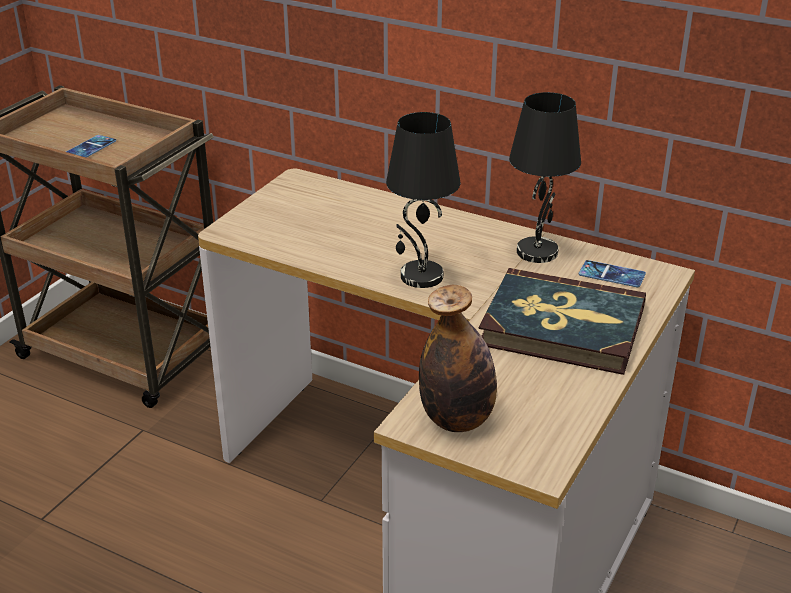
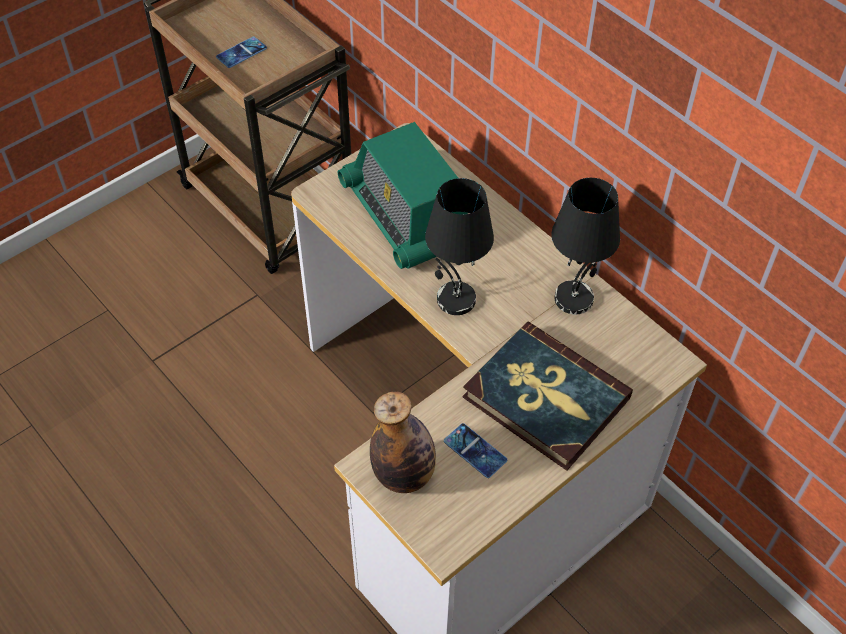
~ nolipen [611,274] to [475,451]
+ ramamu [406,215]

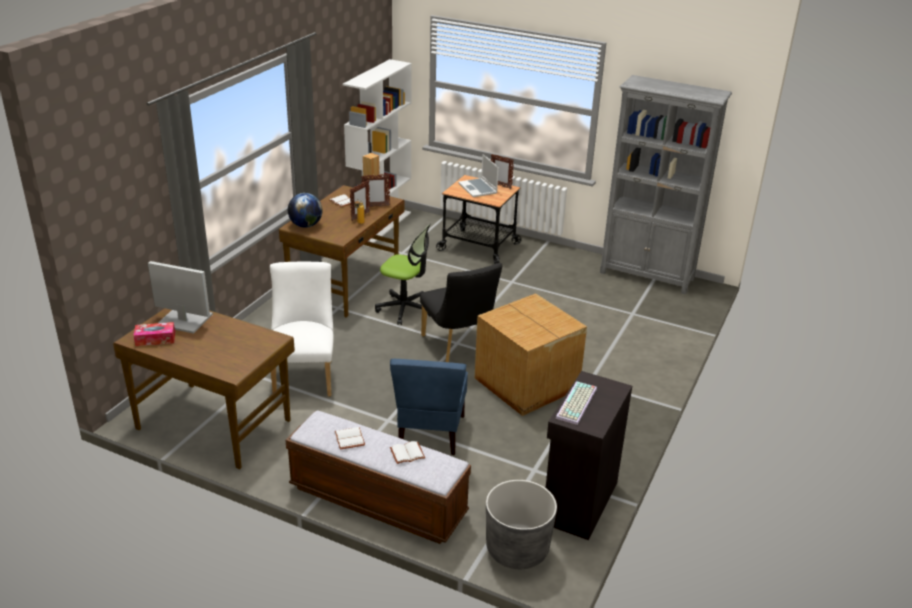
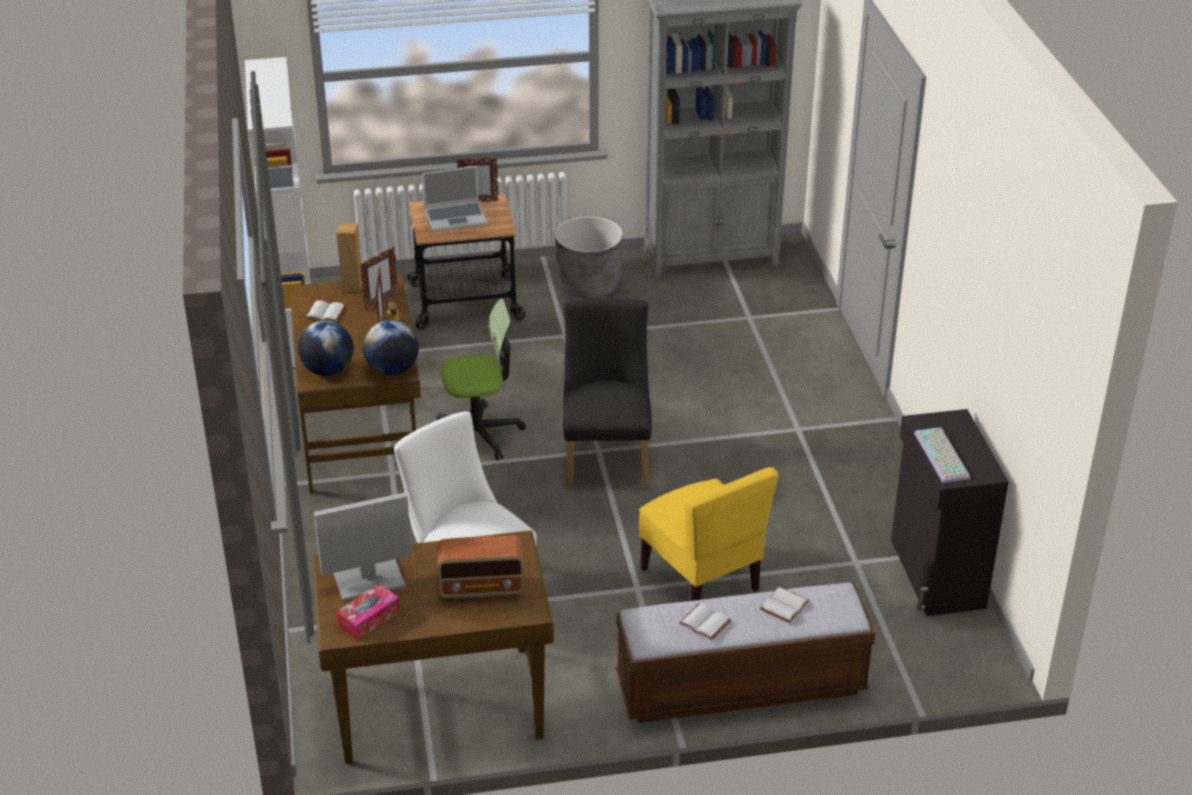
~ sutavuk [478,189] = [456,217] 45 degrees counterclockwise
~ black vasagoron [458,347] = [606,455] 120 degrees counterclockwise
- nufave [526,384]
~ blue vasagoron [430,433] to yellow vasagoron [702,579]
~ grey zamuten [517,549] to [589,285]
+ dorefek [392,370]
+ ramamu [482,587]

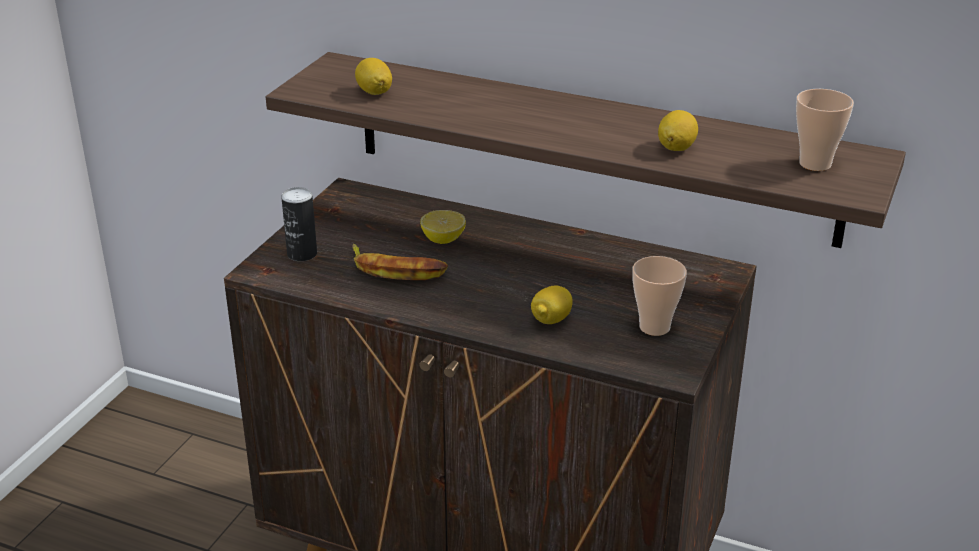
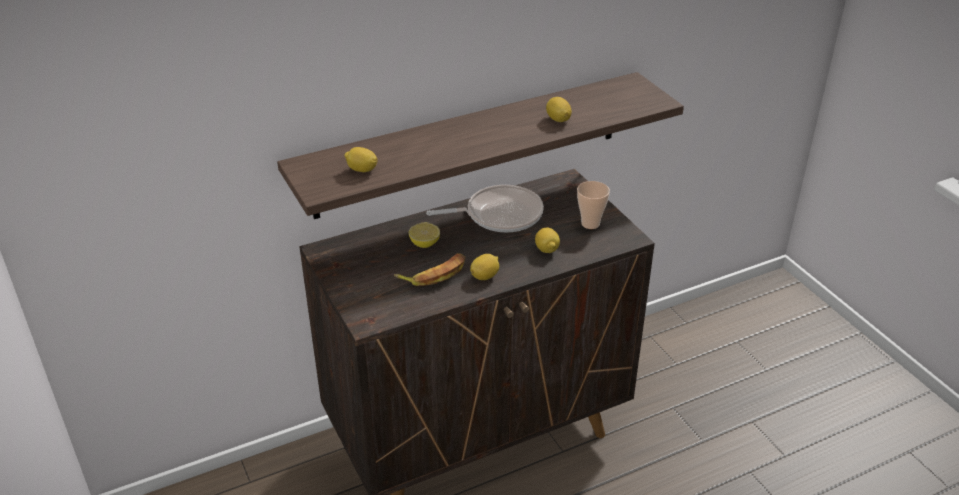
- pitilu [815,164]
- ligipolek [302,254]
+ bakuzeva [499,215]
+ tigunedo [485,276]

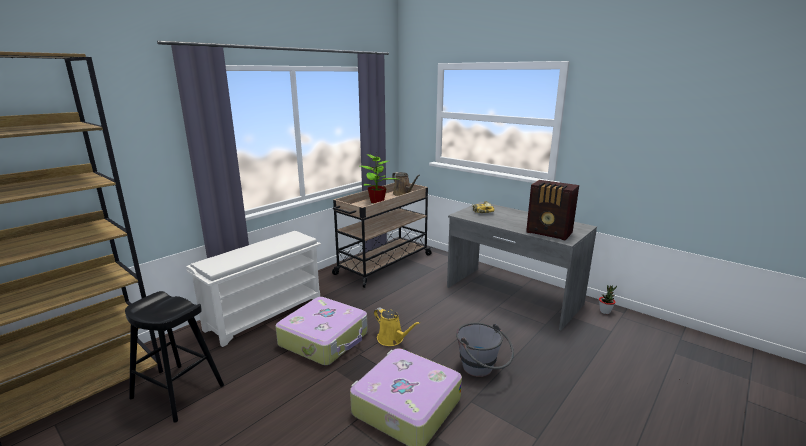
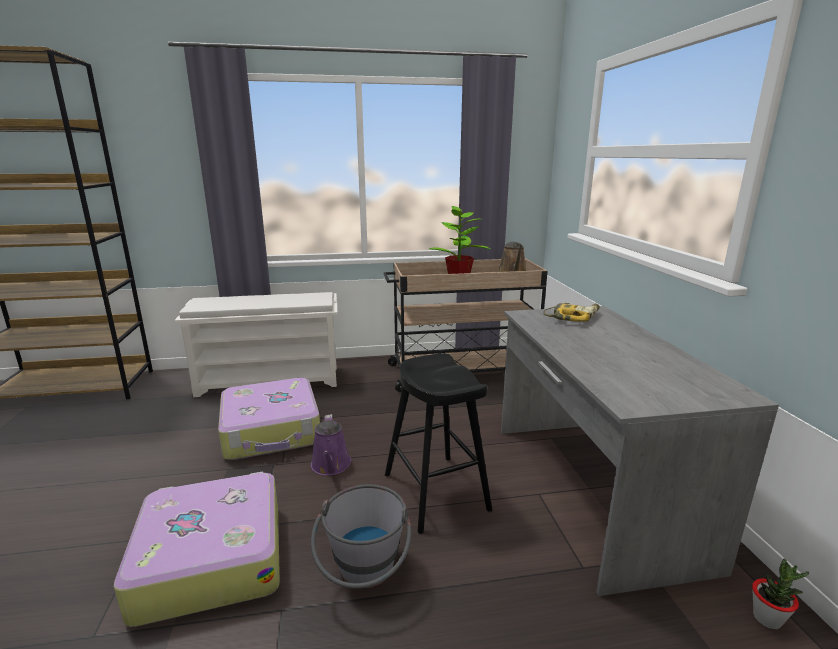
- ramamu [549,233]
~ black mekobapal [178,392] to [435,492]
~ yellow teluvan [392,339] to purple teluvan [331,466]

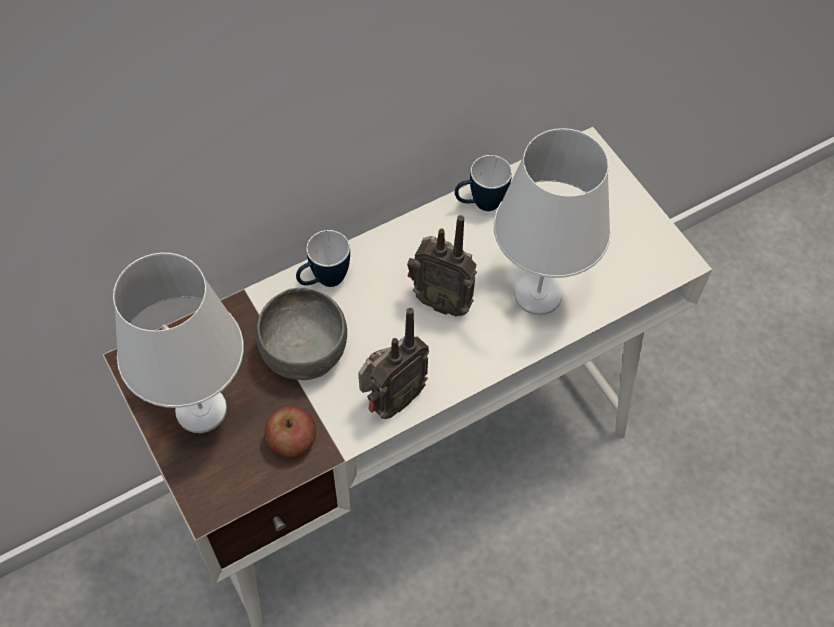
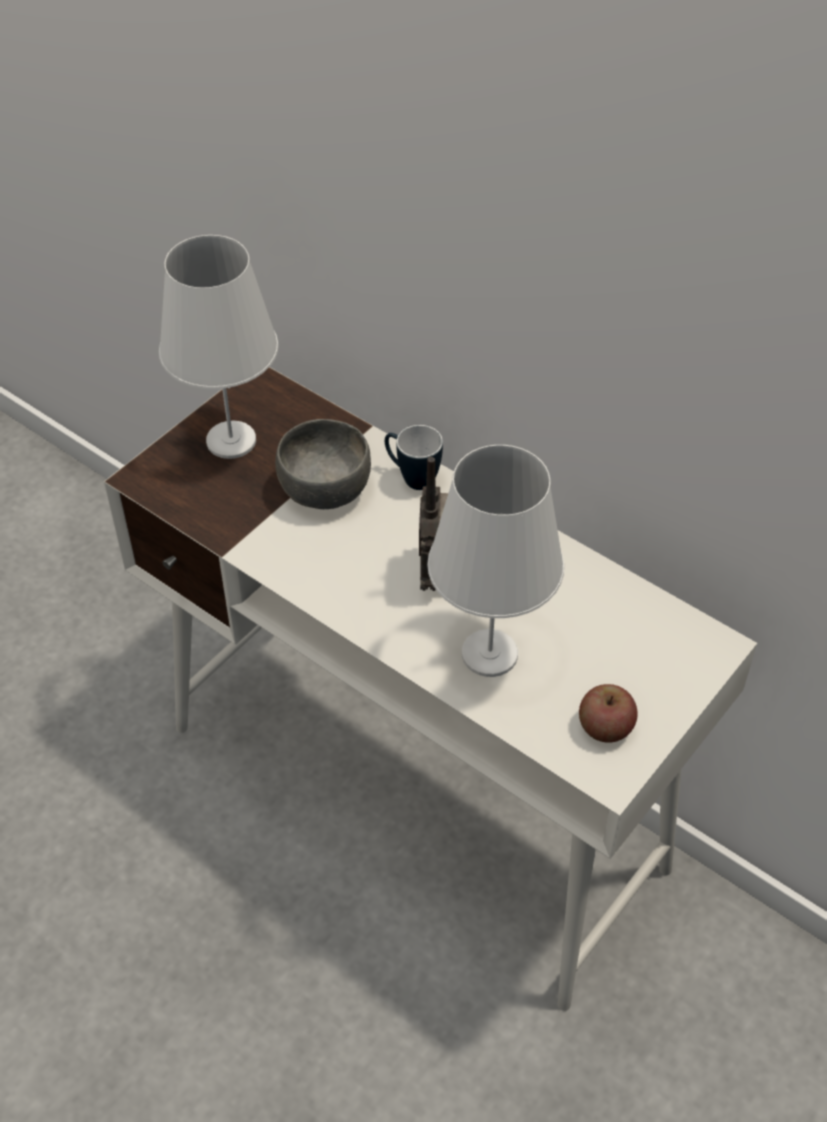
- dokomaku [480,204]
- ramamu [391,401]
~ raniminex [292,440] to [605,727]

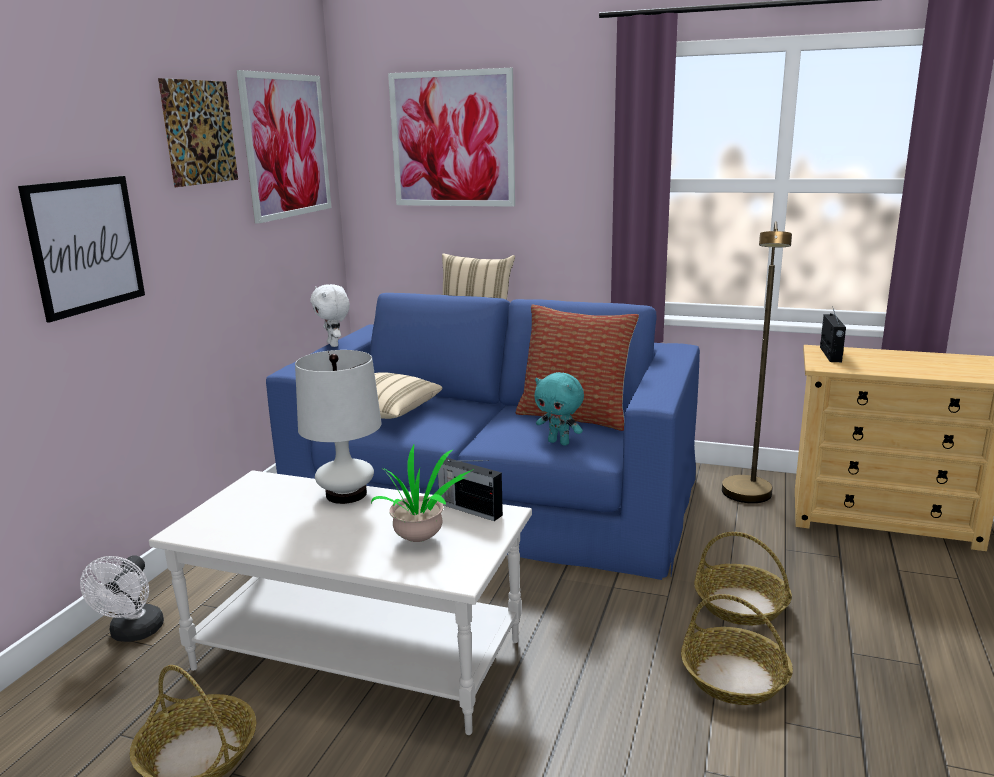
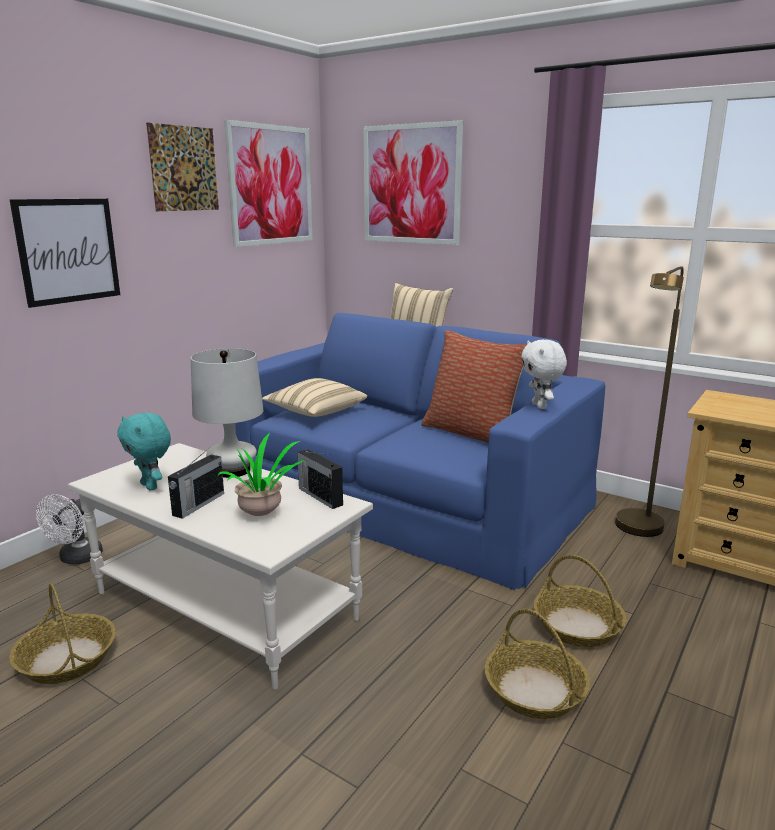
~ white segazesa [334,344] to [540,406]
~ ramamu [830,355] to [198,504]
~ turquoise segazesa [559,442] to [151,486]

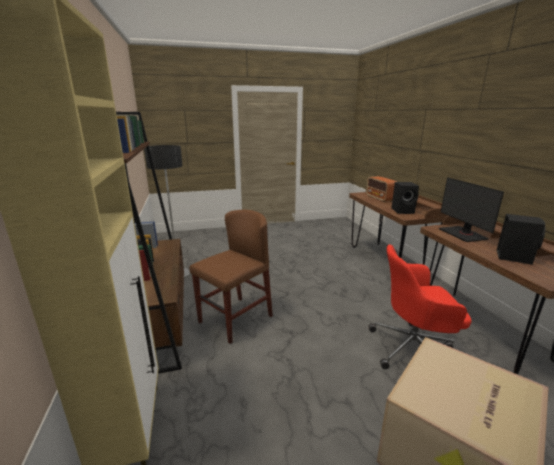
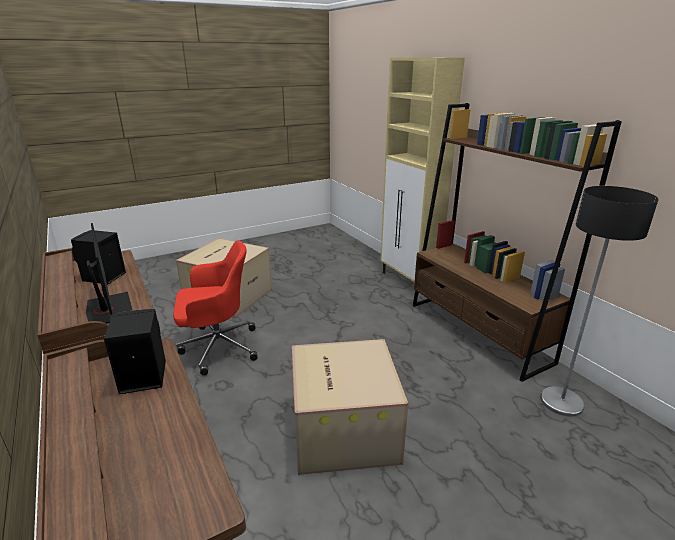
- ramamu [380,198]
- brown vasagoron [235,319]
+ nufave [342,428]

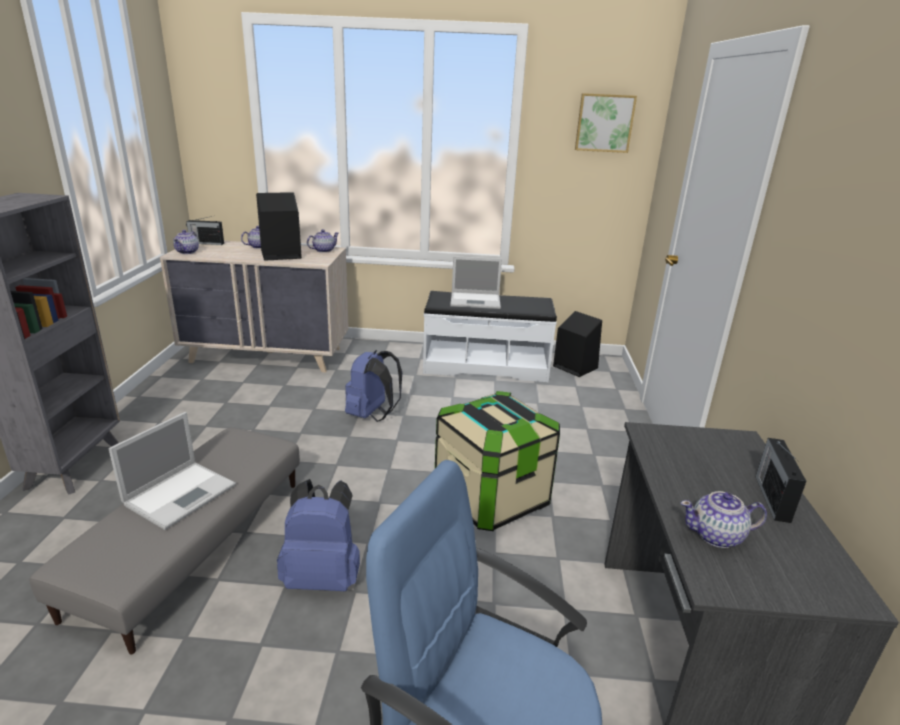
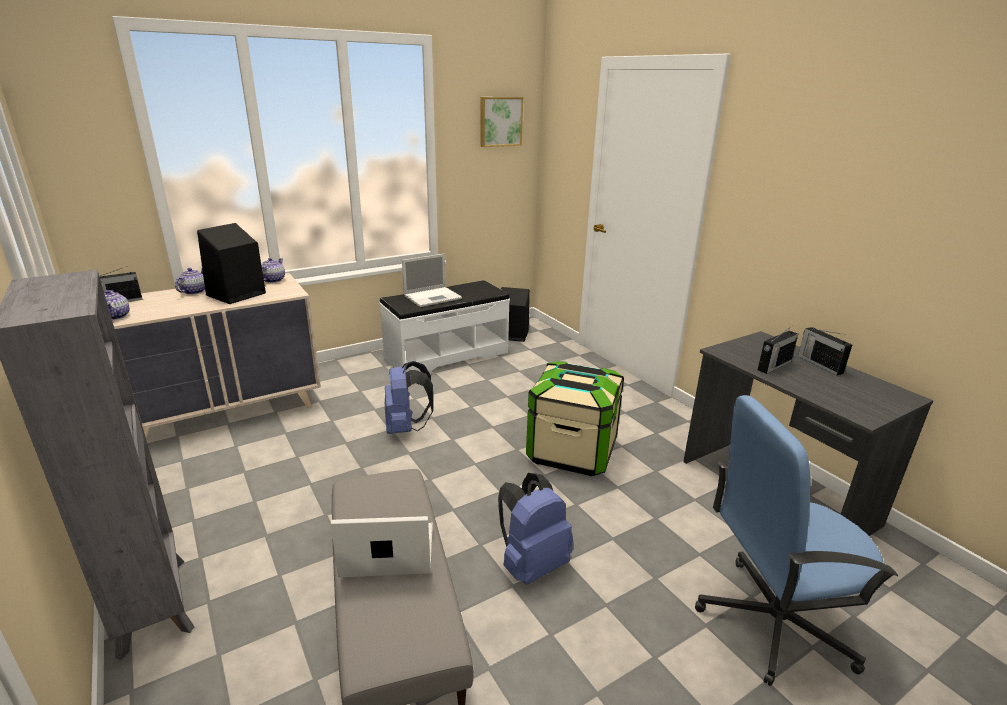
~ sutavuk [181,493] = [386,552] 90 degrees counterclockwise
- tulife [717,536]
+ ramamu [773,366]

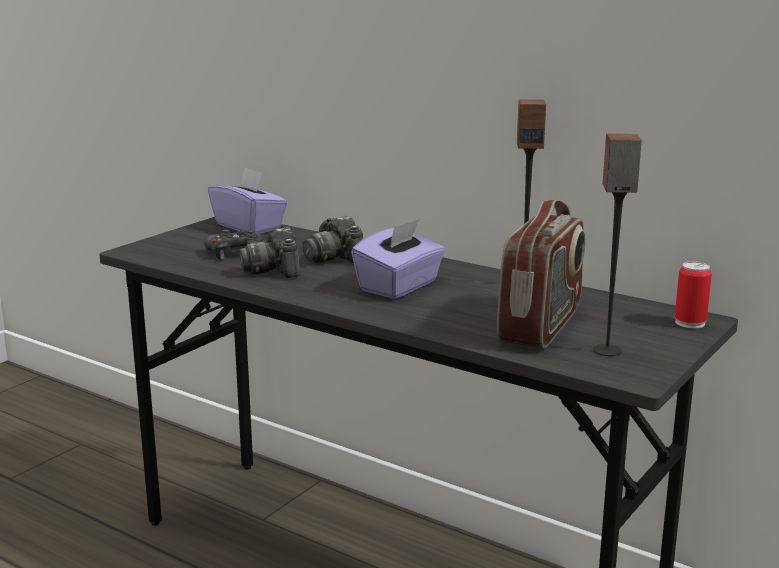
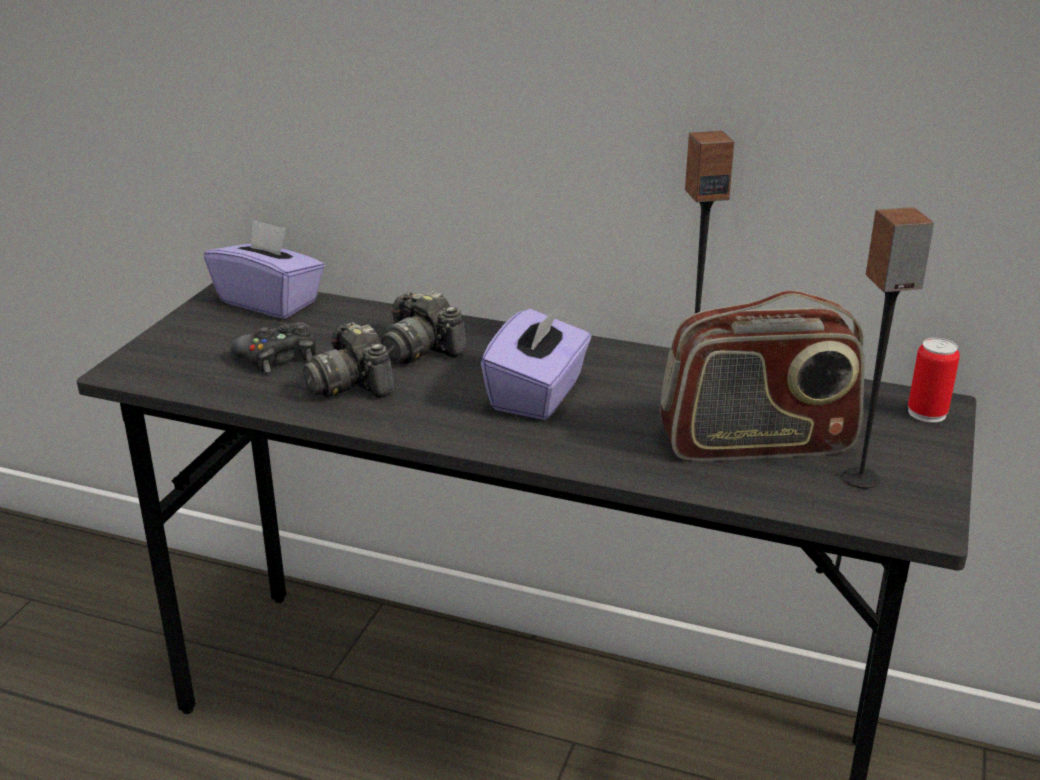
~ ramamu [541,325] = [756,443] 75 degrees clockwise

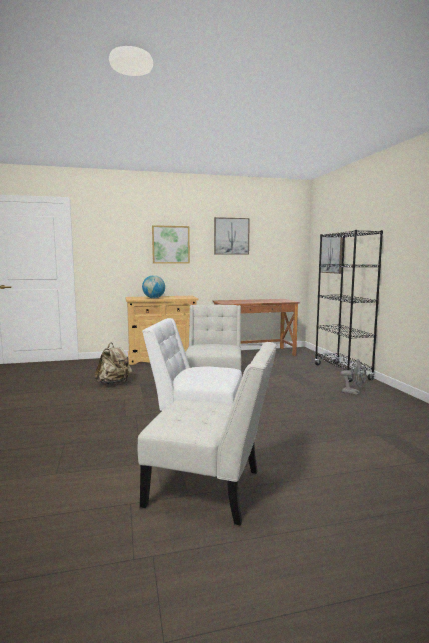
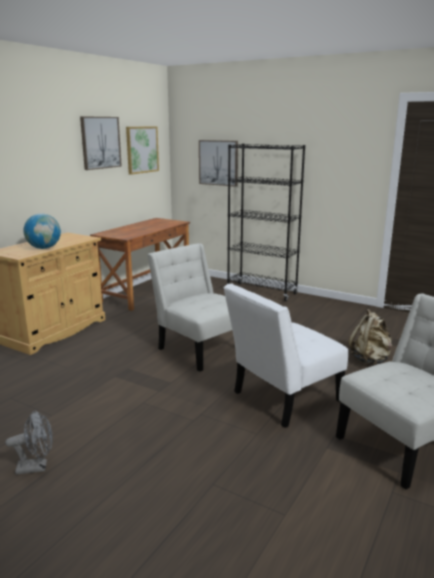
~ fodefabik [170,244] to [142,149]
~ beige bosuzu [114,383] to [370,359]
~ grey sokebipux [354,392] to [37,467]

